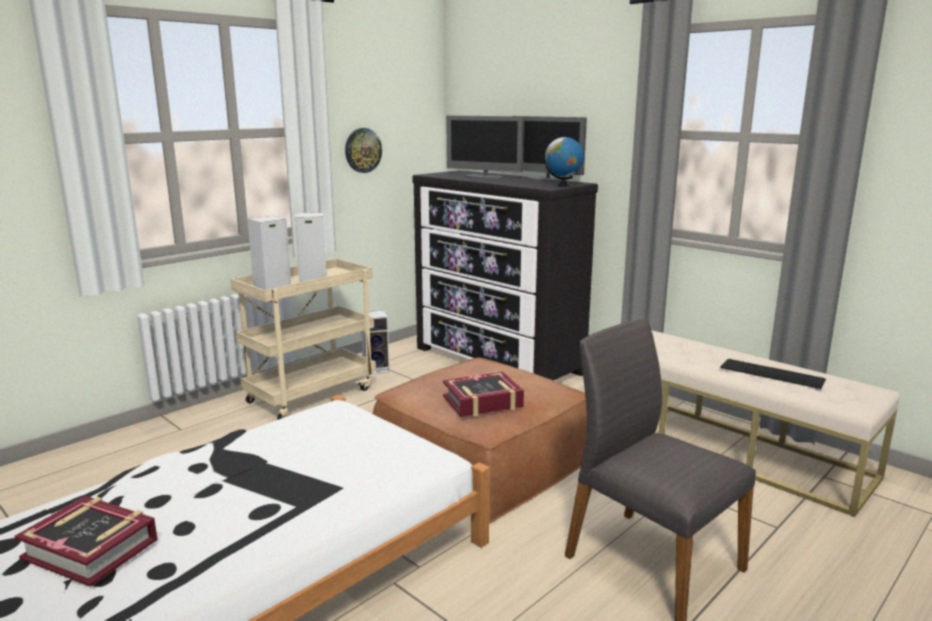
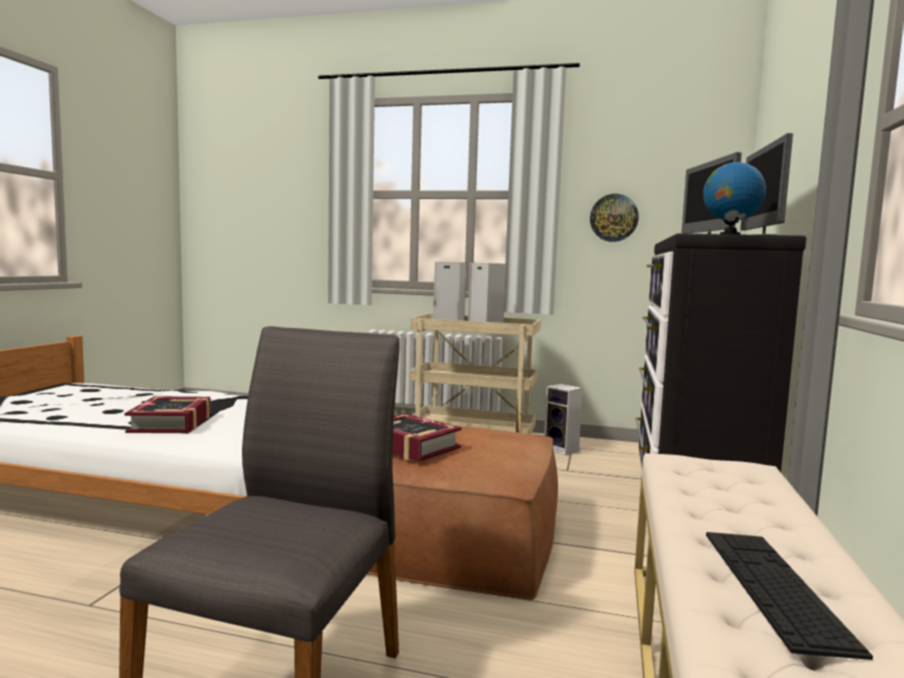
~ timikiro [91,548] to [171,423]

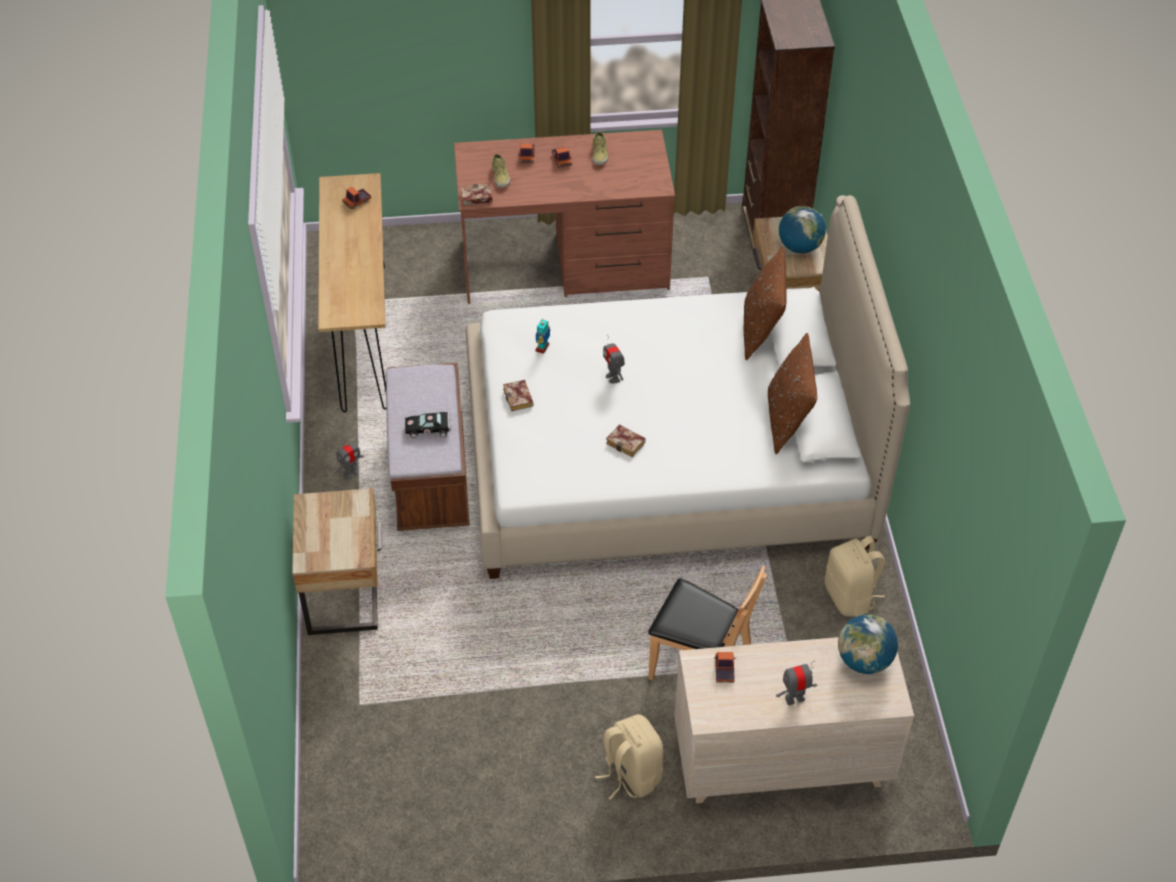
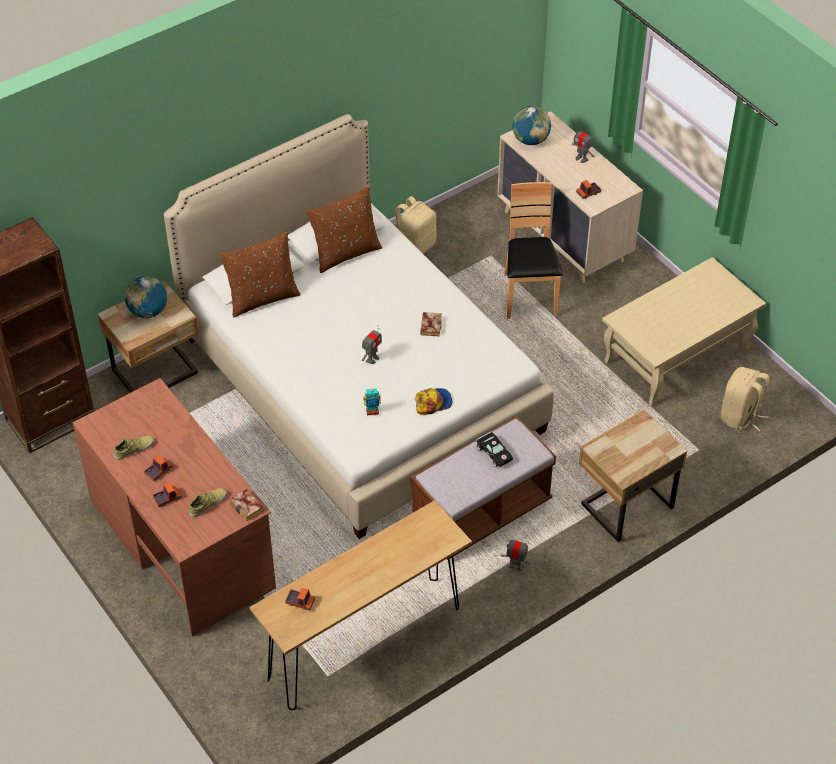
~ timikiro [519,399] to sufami [433,402]
~ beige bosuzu [631,774] to [740,416]
+ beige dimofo [676,356]

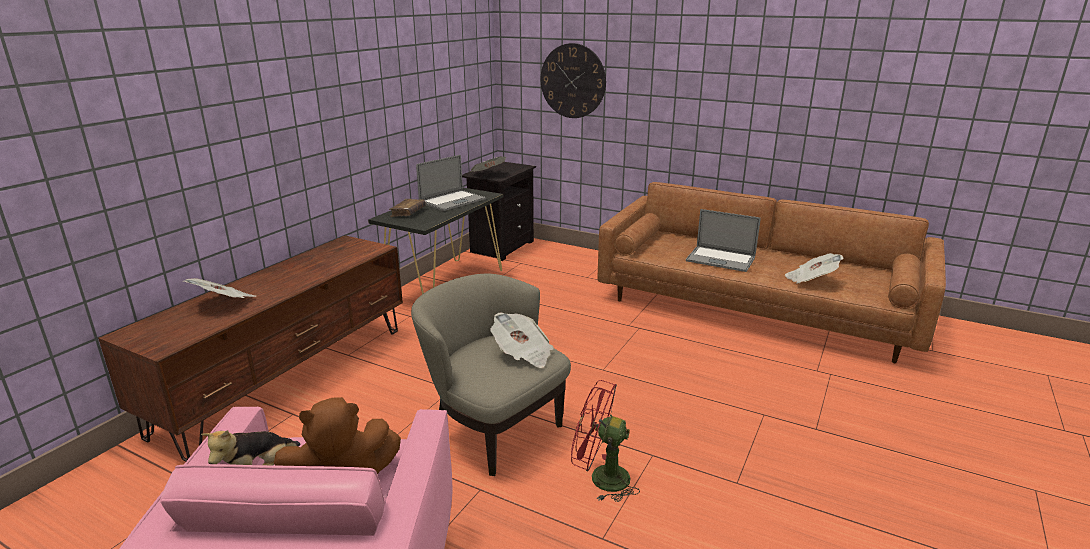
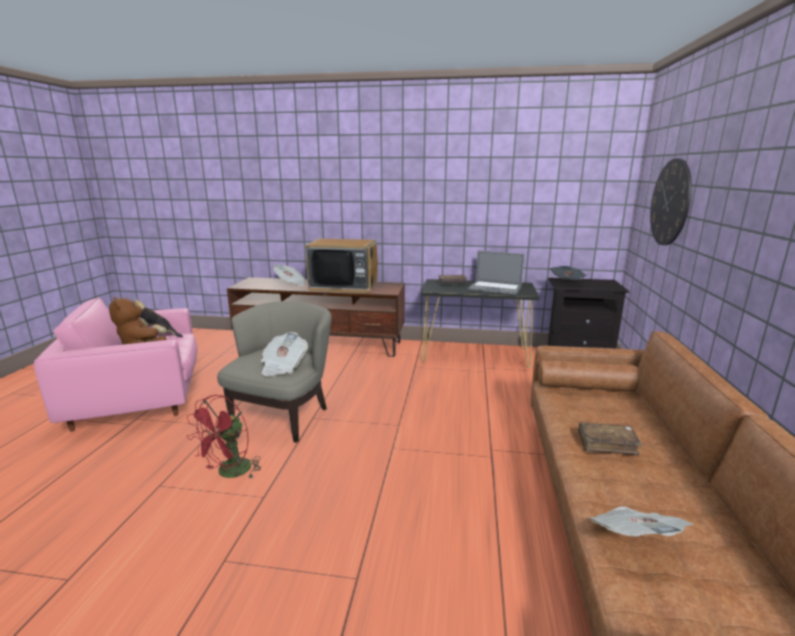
~ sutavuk [720,259] to brown timikiro [607,444]
~ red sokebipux [601,478] = [230,473] 150 degrees counterclockwise
+ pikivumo [343,286]

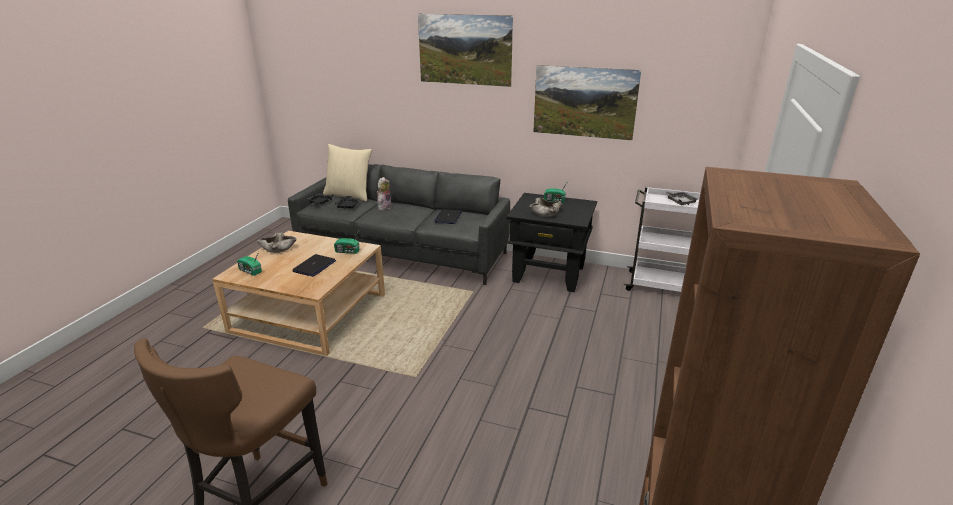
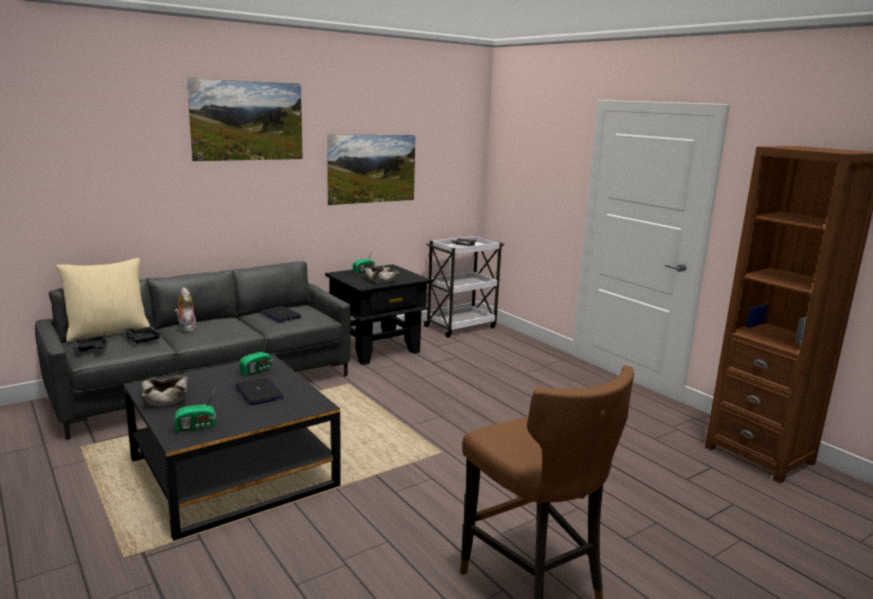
~ beige dimofo [310,313] to black dimofo [233,472]

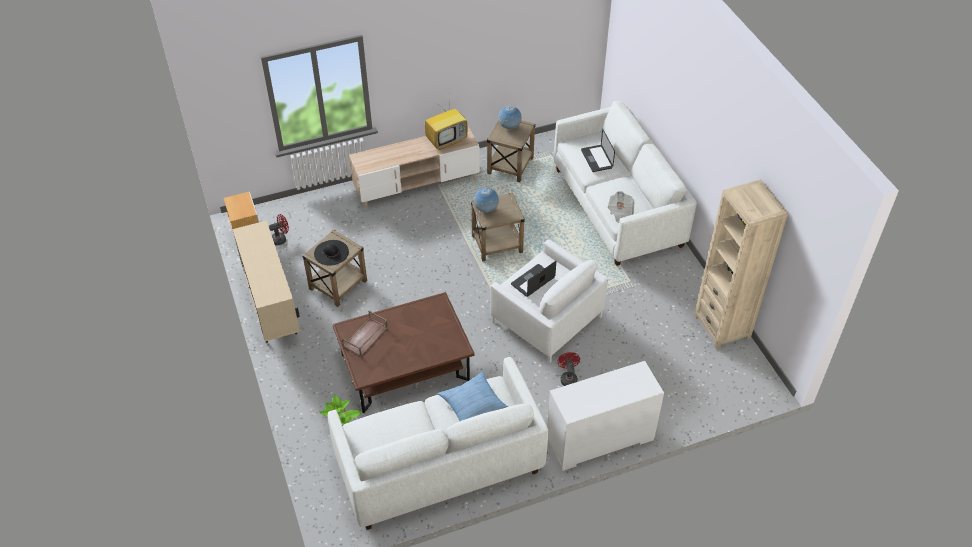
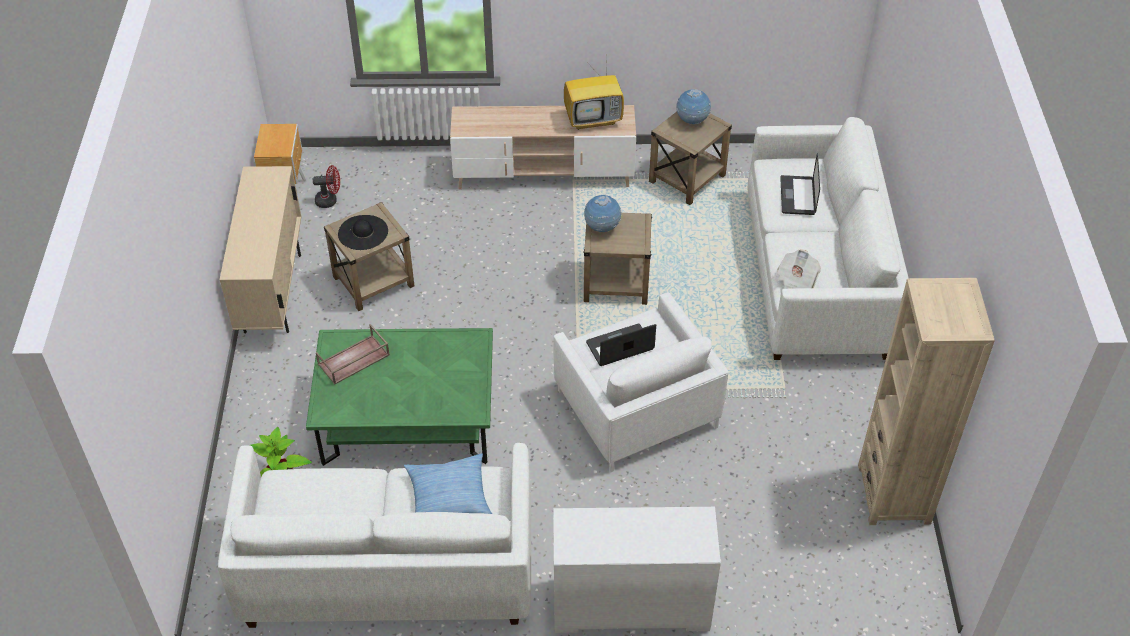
~ brown dimofo [405,367] to green dimofo [407,419]
- red sokebipux [568,378]

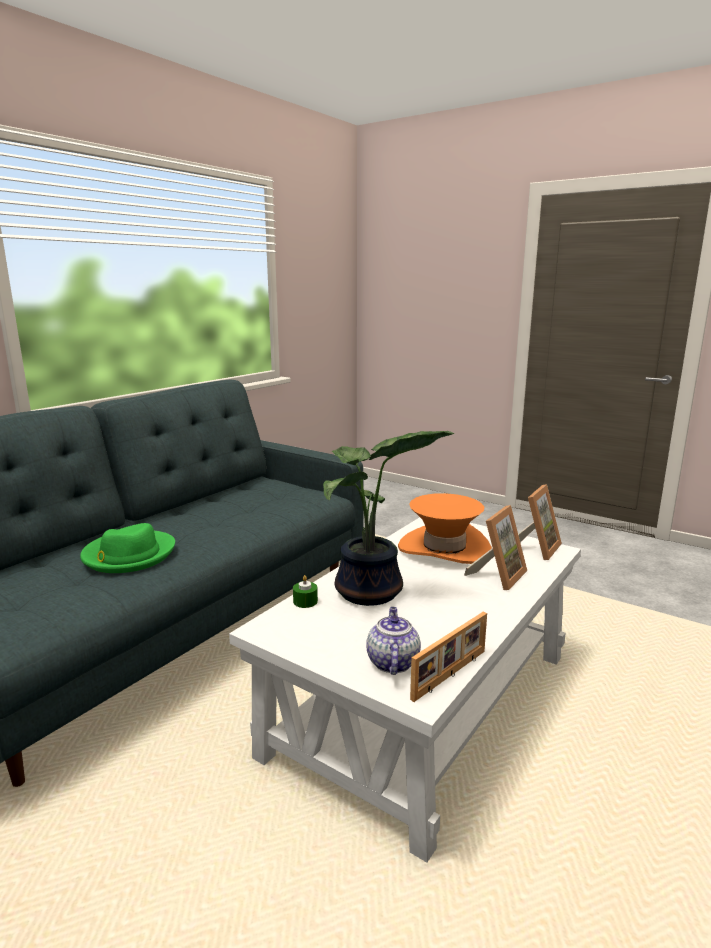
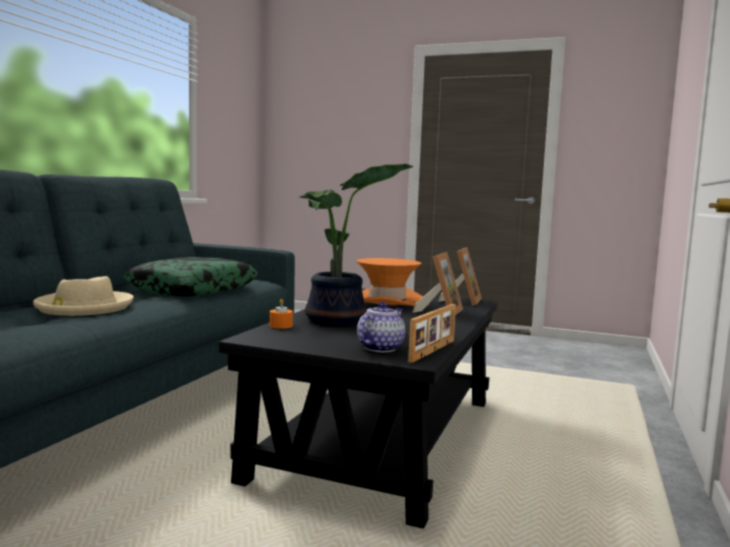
~ white dimofo [423,702] to black dimofo [380,437]
~ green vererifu [128,555] to beige vererifu [84,307]
~ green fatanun [305,601] to orange fatanun [281,326]
~ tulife [392,662] = [380,348] 45 degrees clockwise
+ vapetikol [193,289]

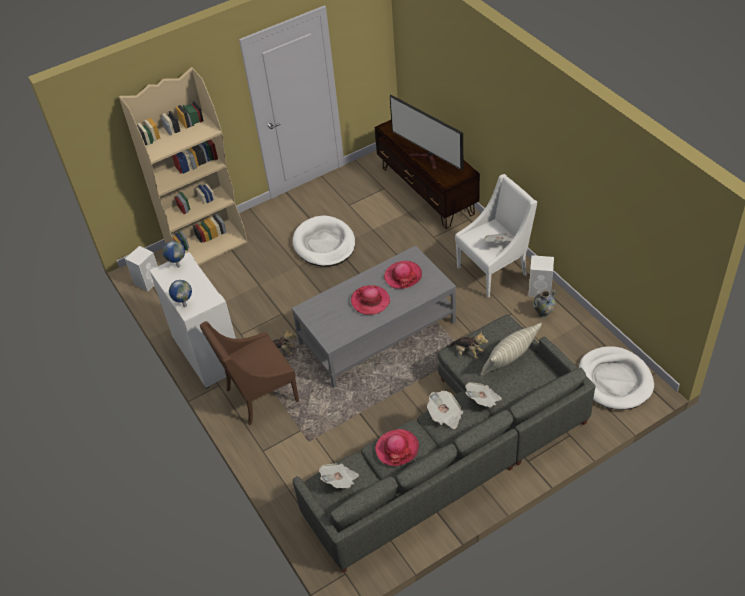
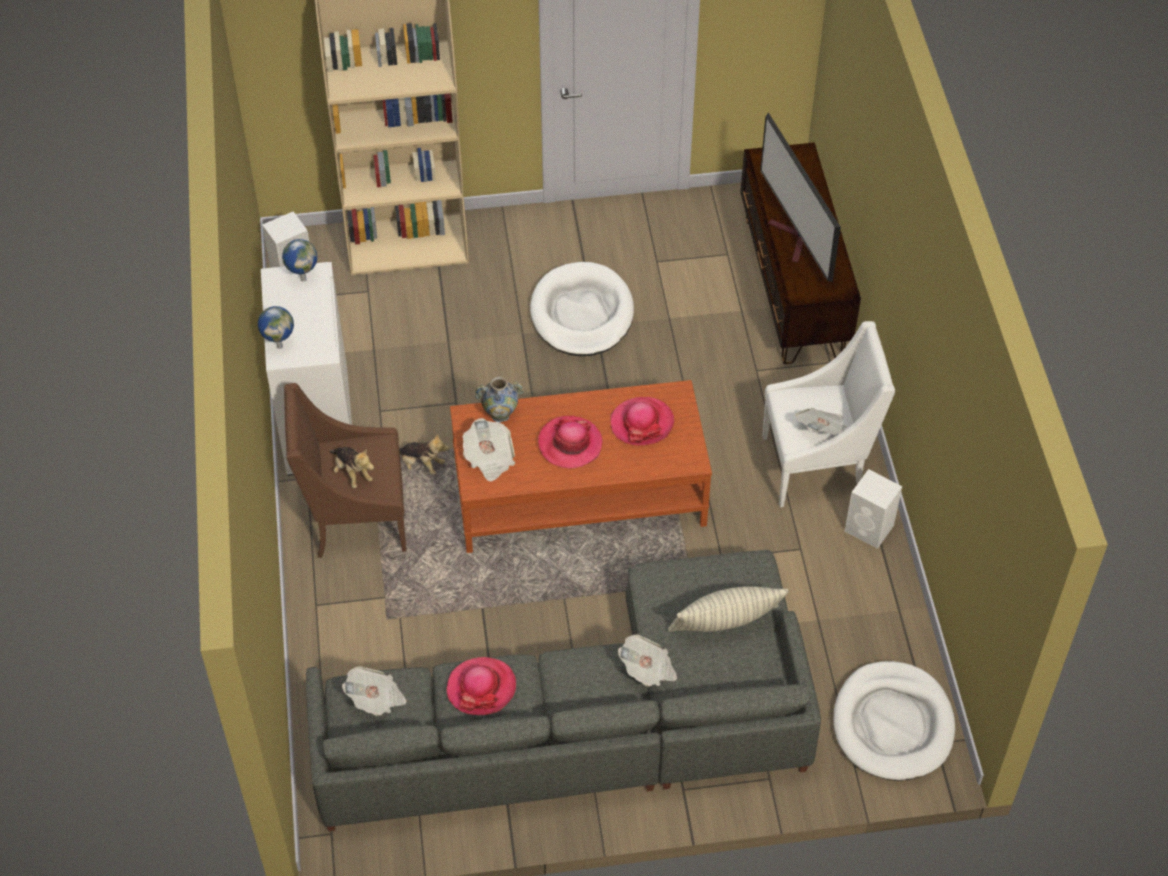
~ grey dimofo [377,333] to brown dimofo [578,493]
~ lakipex [543,313] to [500,415]
~ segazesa [467,352] to [352,473]
~ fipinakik [445,415] to [489,459]

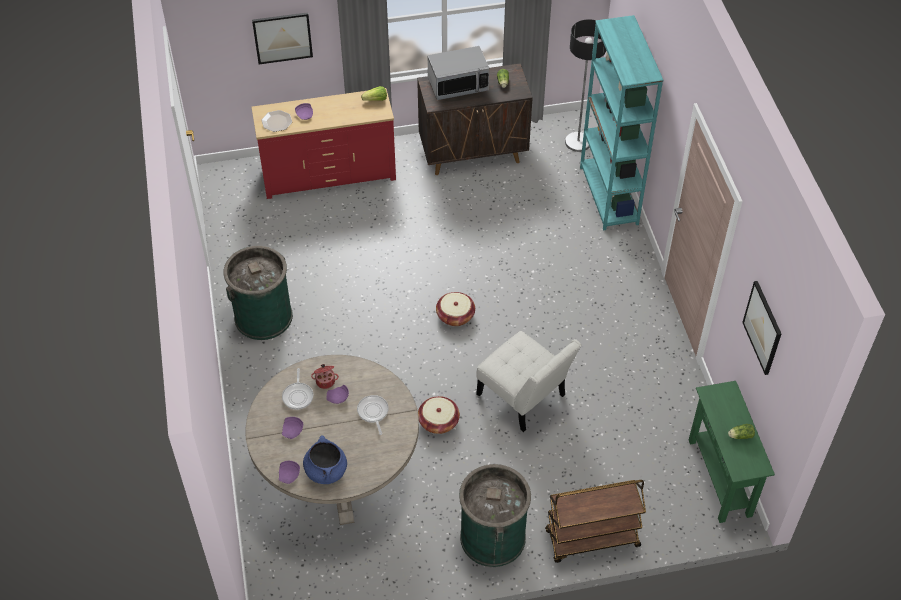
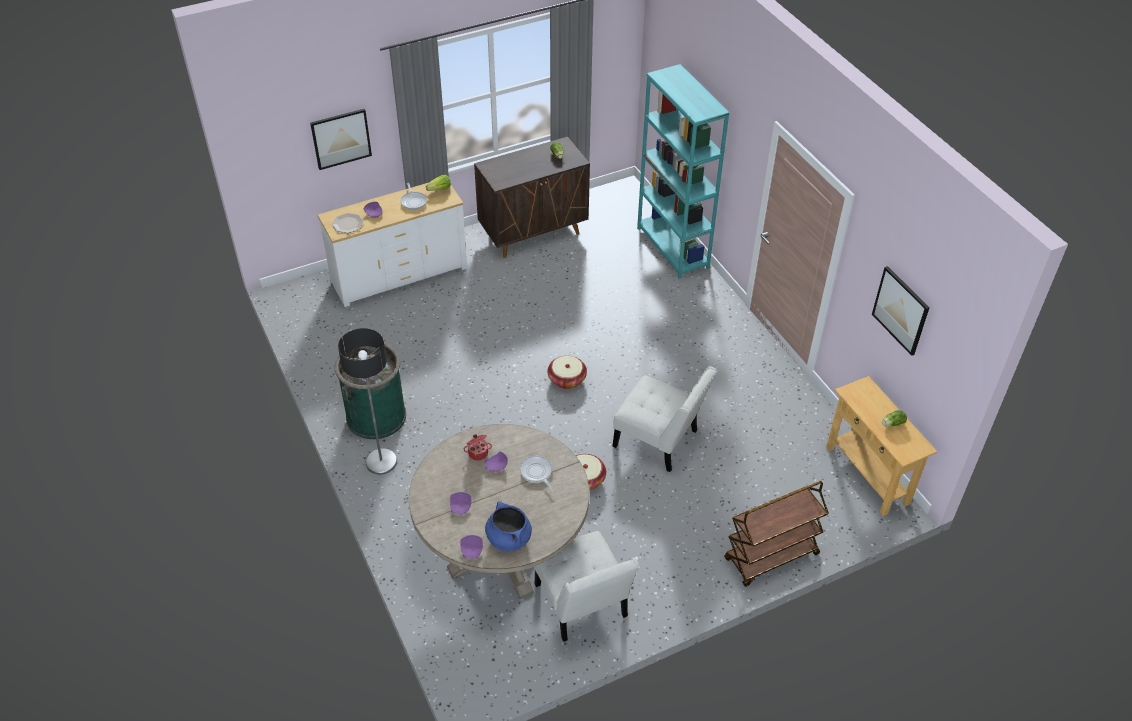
~ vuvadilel [578,142] to [381,461]
- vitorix [458,85]
~ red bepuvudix [328,174] to white bepuvudix [399,275]
~ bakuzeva [298,395] to [413,201]
~ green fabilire [719,477] to beige fabilire [867,475]
- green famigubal [492,537]
+ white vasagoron [582,605]

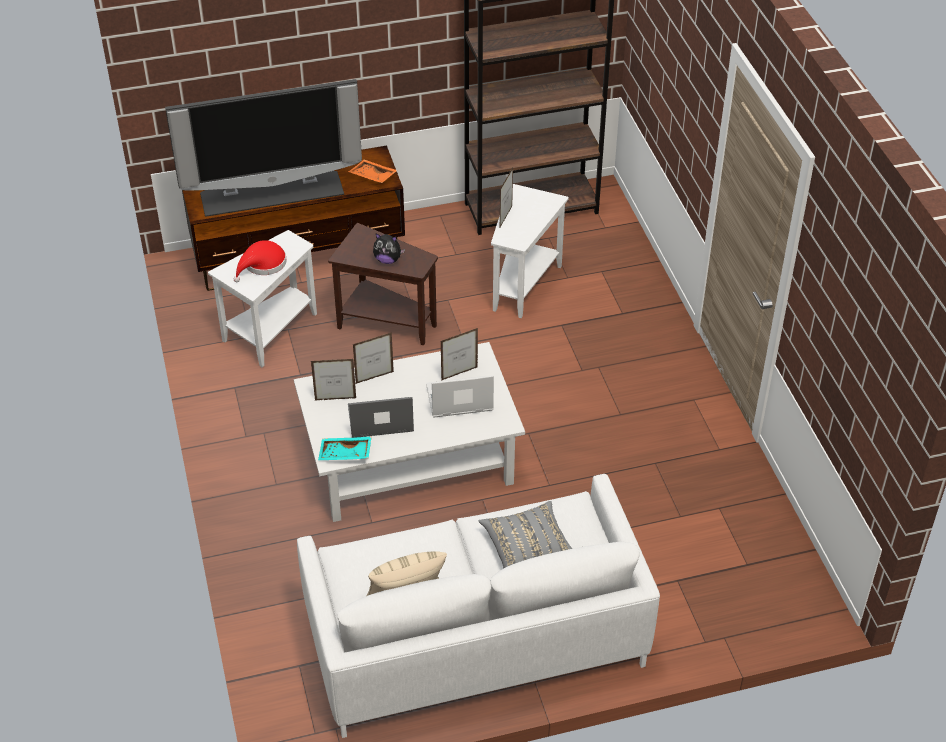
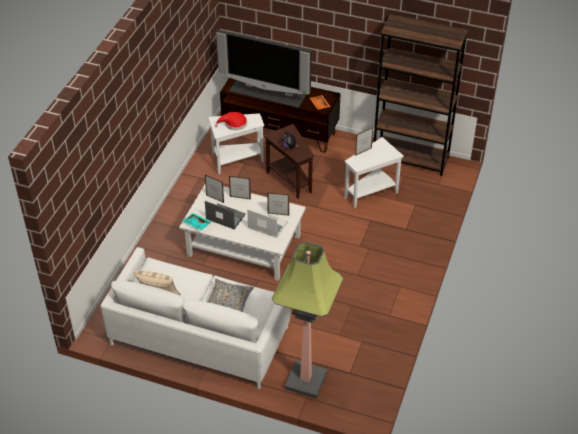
+ vuvadilel [305,381]

